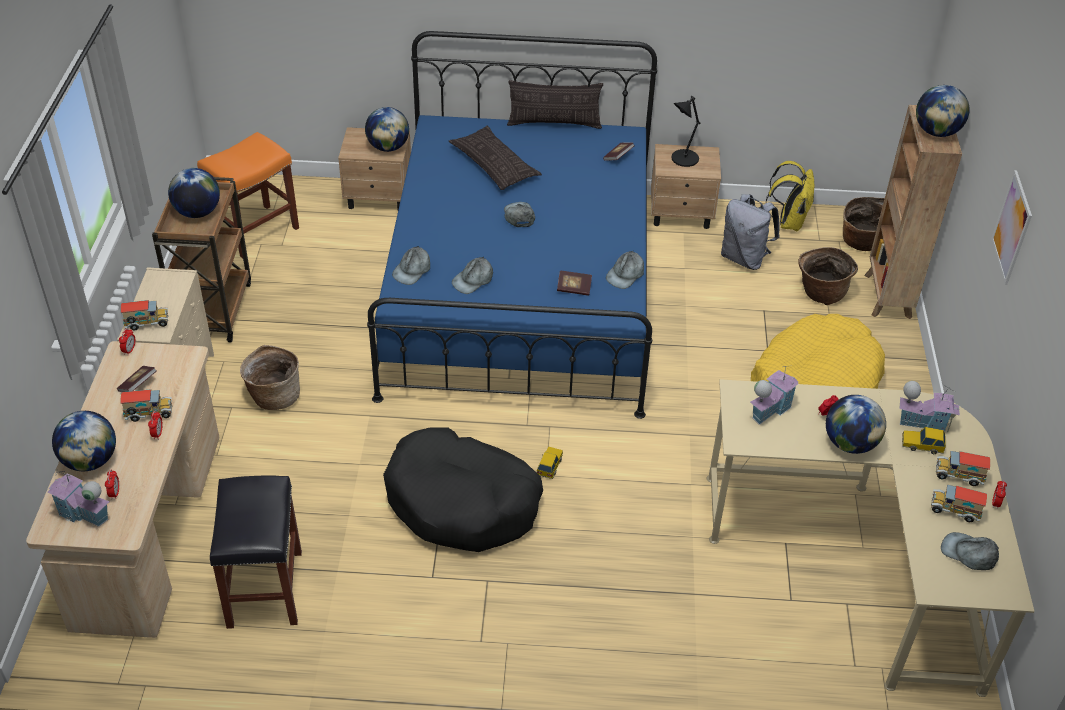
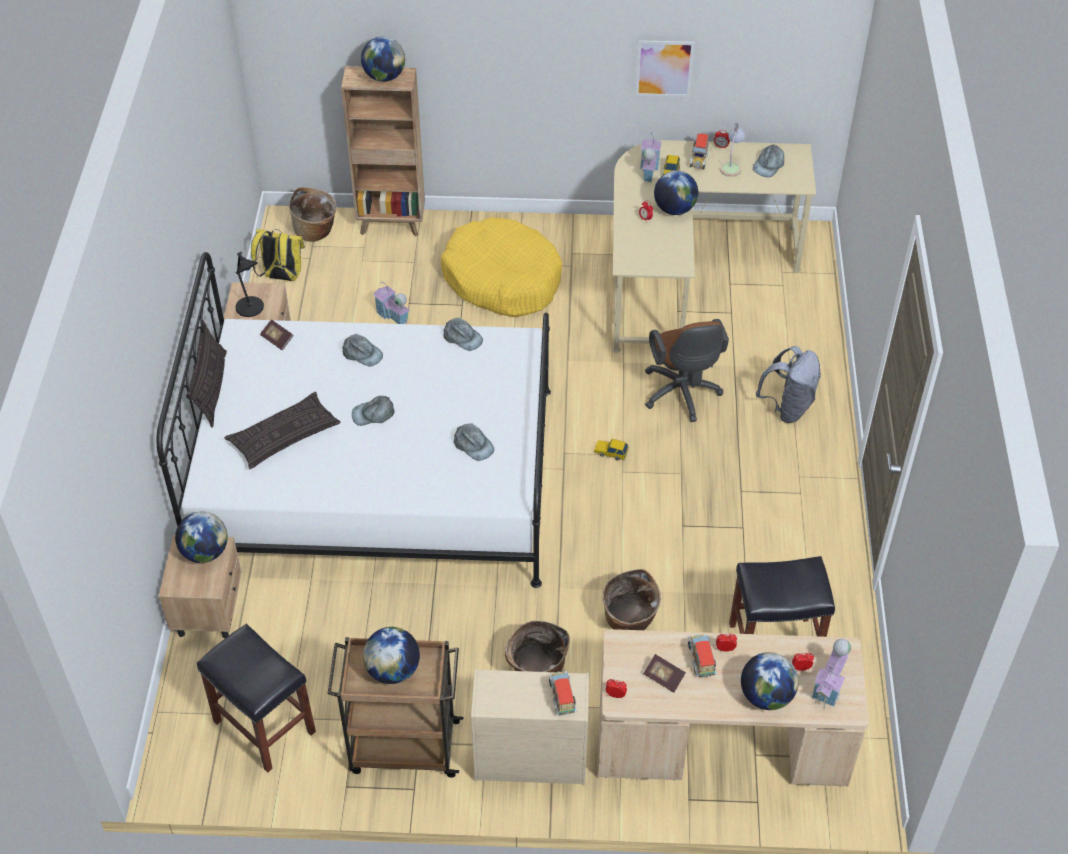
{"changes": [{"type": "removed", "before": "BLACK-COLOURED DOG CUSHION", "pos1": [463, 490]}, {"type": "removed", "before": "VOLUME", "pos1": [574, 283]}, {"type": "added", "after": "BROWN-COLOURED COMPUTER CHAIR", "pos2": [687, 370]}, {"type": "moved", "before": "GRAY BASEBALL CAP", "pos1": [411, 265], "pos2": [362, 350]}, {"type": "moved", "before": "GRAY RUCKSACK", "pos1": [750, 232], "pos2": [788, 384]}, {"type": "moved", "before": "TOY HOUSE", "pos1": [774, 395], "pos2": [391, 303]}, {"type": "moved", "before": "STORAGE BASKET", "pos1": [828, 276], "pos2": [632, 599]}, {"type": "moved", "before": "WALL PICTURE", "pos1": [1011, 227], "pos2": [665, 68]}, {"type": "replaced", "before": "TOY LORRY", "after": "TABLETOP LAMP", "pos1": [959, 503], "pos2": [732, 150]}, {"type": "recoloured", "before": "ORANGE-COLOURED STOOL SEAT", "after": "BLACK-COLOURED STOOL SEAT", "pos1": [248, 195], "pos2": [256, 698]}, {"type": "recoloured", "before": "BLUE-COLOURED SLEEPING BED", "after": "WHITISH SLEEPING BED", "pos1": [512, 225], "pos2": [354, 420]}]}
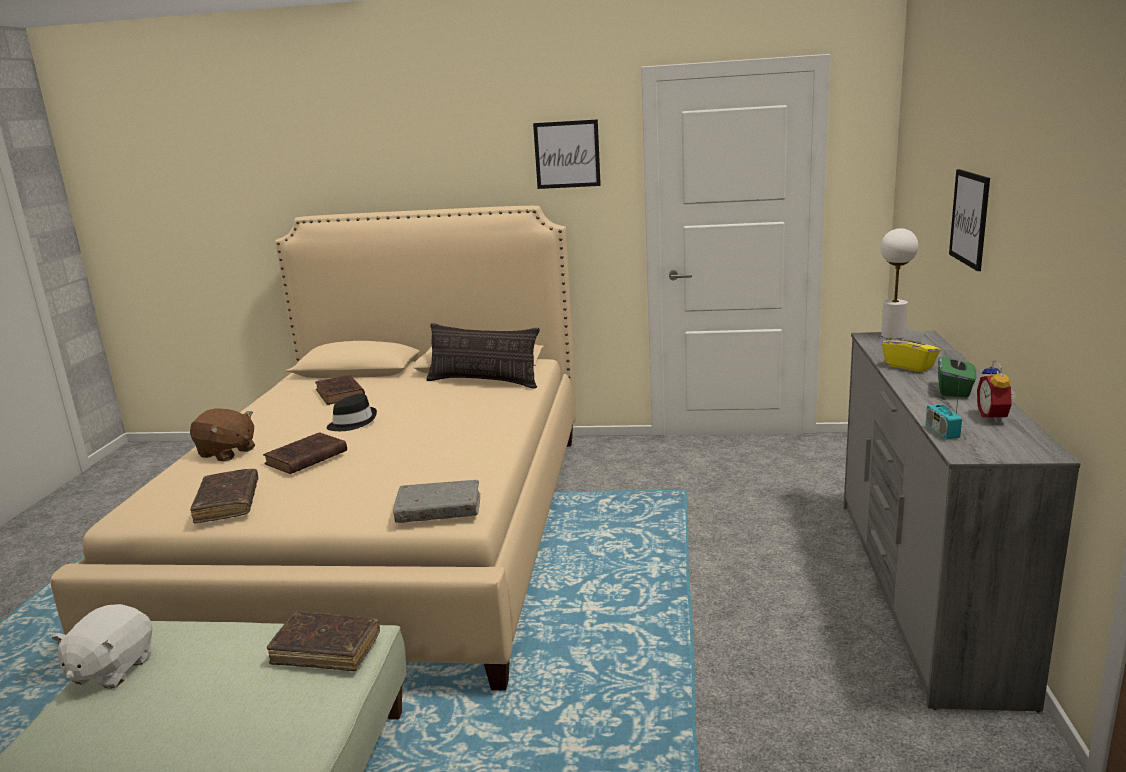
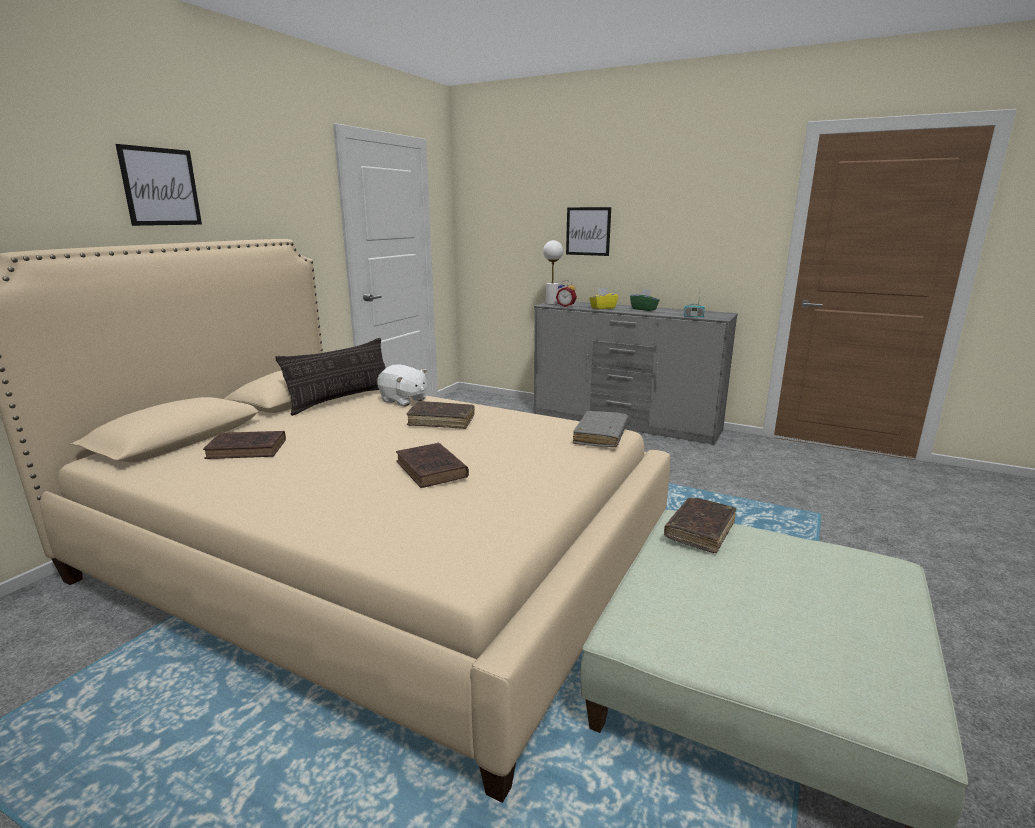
{"changes": [{"type": "removed", "before": "BROWN-COLOURED PLUSH TOY", "pos1": [222, 435]}, {"type": "removed", "before": "BLACK-COLOURED CLOTHING HAT", "pos1": [352, 412]}, {"type": "moved", "before": "WHITISH PLUSH TOY", "pos1": [102, 646], "pos2": [402, 385]}, {"type": "moved", "before": "BROWN-COLOURED VOLUME", "pos1": [224, 496], "pos2": [441, 415]}, {"type": "moved", "before": "WALL PICTURE", "pos1": [567, 154], "pos2": [159, 185]}, {"type": "moved", "before": "BEDSIDE CLOCK", "pos1": [996, 392], "pos2": [566, 293]}]}
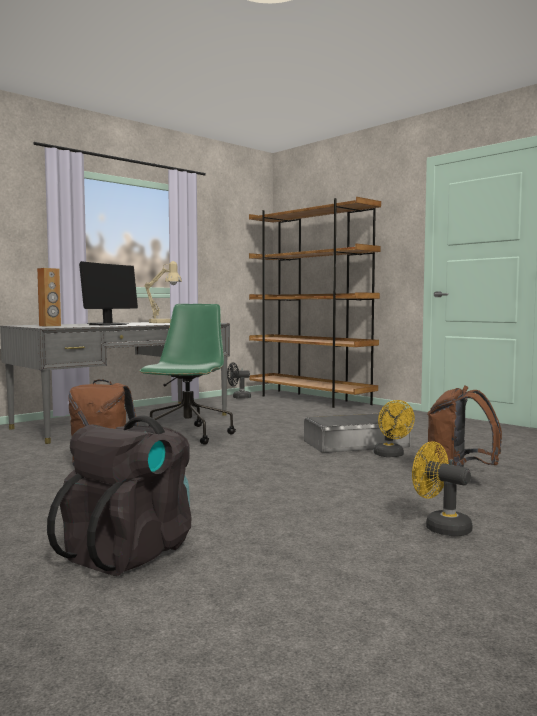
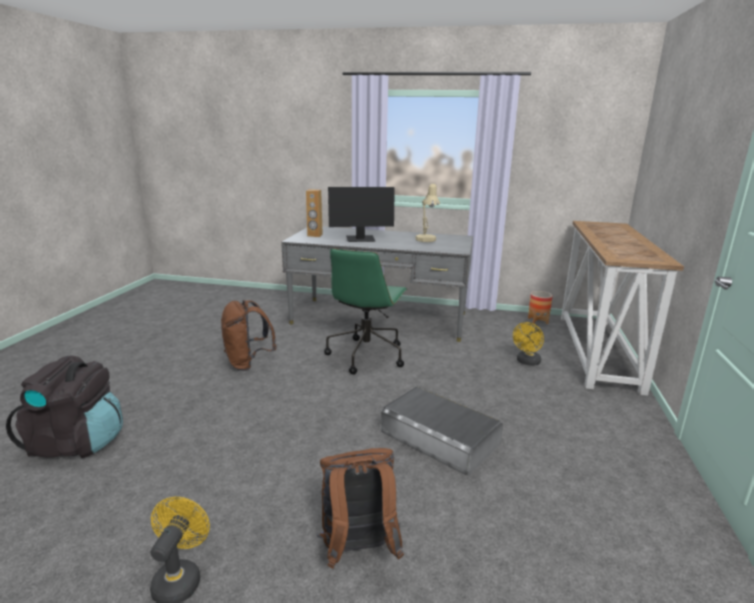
{"changes": [{"type": "moved", "before": "YELLOW-COLOURED ELECTRIC FAN", "pos1": [394, 428], "pos2": [528, 344]}, {"type": "replaced", "before": "BLACK-COLOURED ELECTRIC FAN", "after": "PLANT POT", "pos1": [239, 381], "pos2": [540, 307]}, {"type": "replaced", "before": "BROWN-COLOURED BOOKSHELF", "after": "HALL TABLE", "pos1": [315, 302], "pos2": [622, 308]}, {"type": "turned", "before": "GREEN COMPUTER CHAIR", "pos1": [188, 374], "pos2": [365, 311], "turn": 135}]}
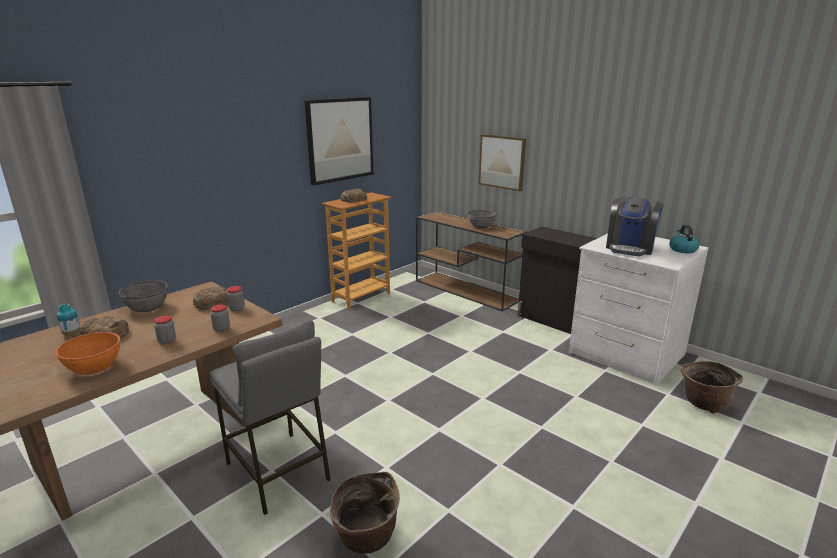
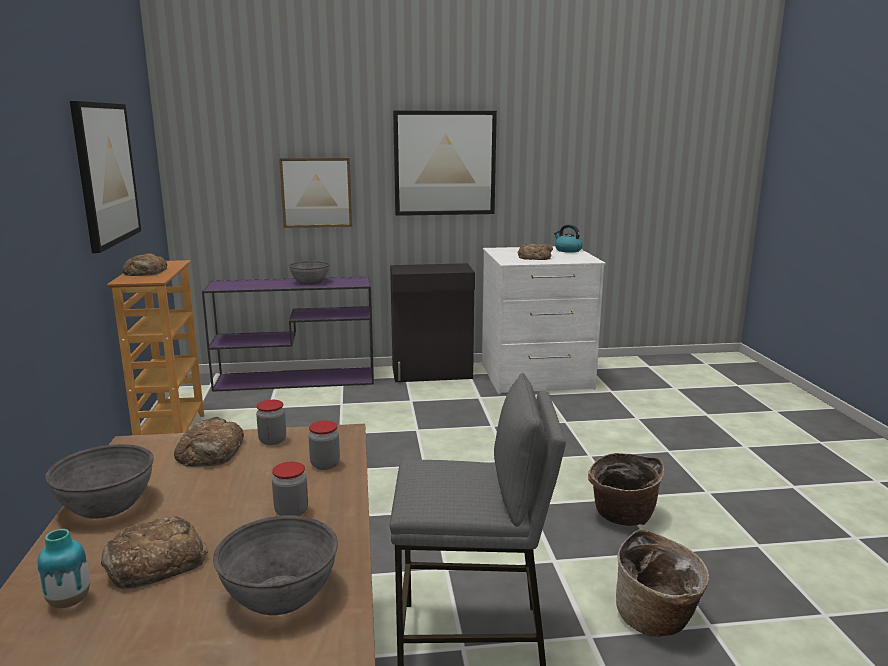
{"changes": [{"type": "added", "after": "WALL PICTURE", "pos2": [445, 163]}, {"type": "moved", "before": "STORAGE BASKET", "pos1": [712, 387], "pos2": [626, 489]}, {"type": "replaced", "before": "COFFEE MACHINE", "after": "BREAD", "pos1": [635, 226], "pos2": [535, 251]}, {"type": "recoloured", "before": "ORANGE-COLOURED SERVING BOWL", "after": "GRAY SERVING BOWL", "pos1": [87, 353], "pos2": [275, 565]}, {"type": "recoloured", "before": "BROWN-COLOURED HALL TABLE", "after": "PURPLE HALL TABLE", "pos1": [471, 261], "pos2": [288, 334]}]}
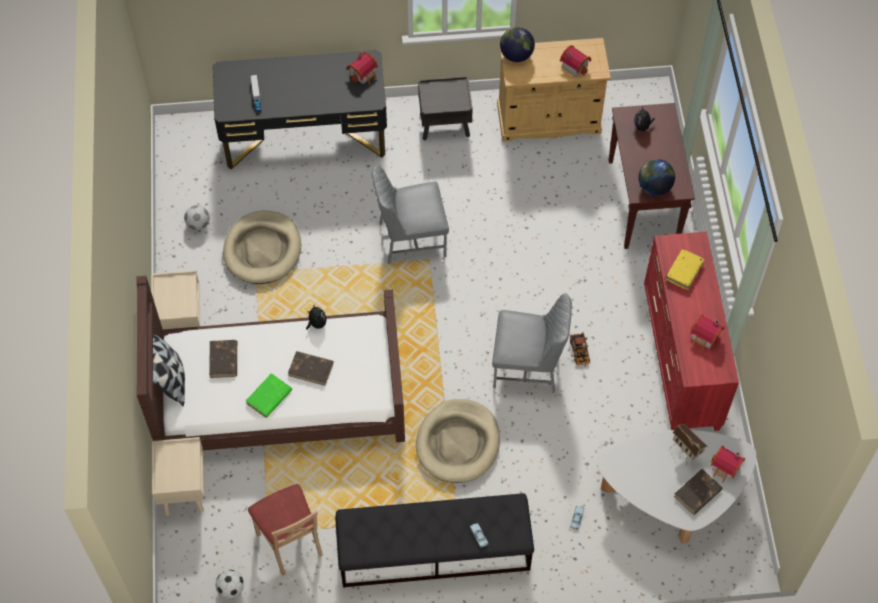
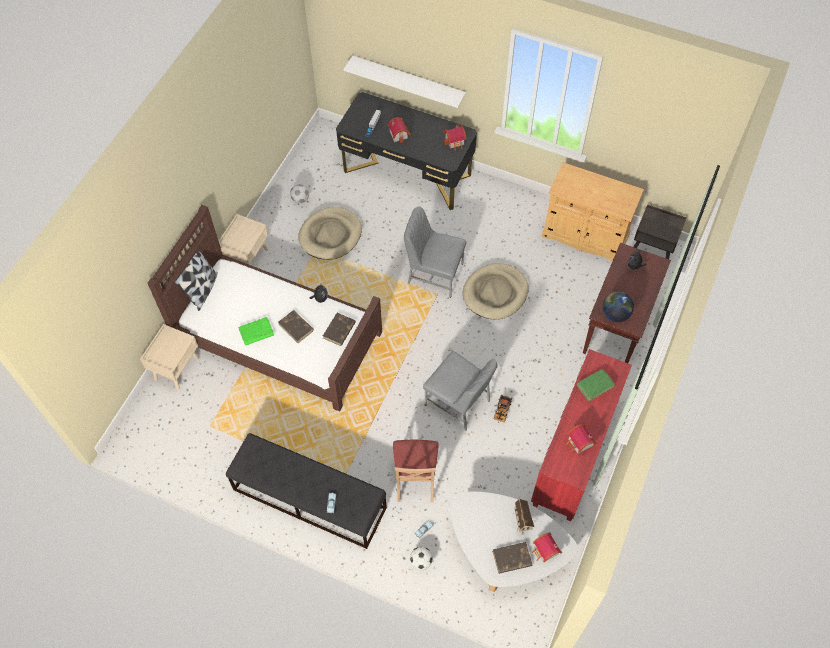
{"changes": [{"type": "removed", "before": "GLOBE", "pos1": [517, 44]}, {"type": "added", "after": "WHITISH SHELF", "pos2": [405, 82]}, {"type": "moved", "before": "BROWN-COLOURED VOLUME", "pos1": [223, 359], "pos2": [339, 329]}, {"type": "moved", "before": "FOOTBALL", "pos1": [230, 584], "pos2": [421, 558]}, {"type": "moved", "before": "BEIGE CHAIR", "pos1": [285, 530], "pos2": [416, 471]}, {"type": "moved", "before": "BEIGE DOG CUSHION", "pos1": [458, 441], "pos2": [496, 291]}, {"type": "moved", "before": "BROWN-COLOURED NIGHT TABLE", "pos1": [445, 108], "pos2": [660, 231]}, {"type": "moved", "before": "TOY HOUSE", "pos1": [575, 61], "pos2": [399, 130]}, {"type": "recoloured", "before": "YELLOW-COLOURED VOLUME", "after": "GREEN VOLUME", "pos1": [685, 270], "pos2": [596, 385]}]}
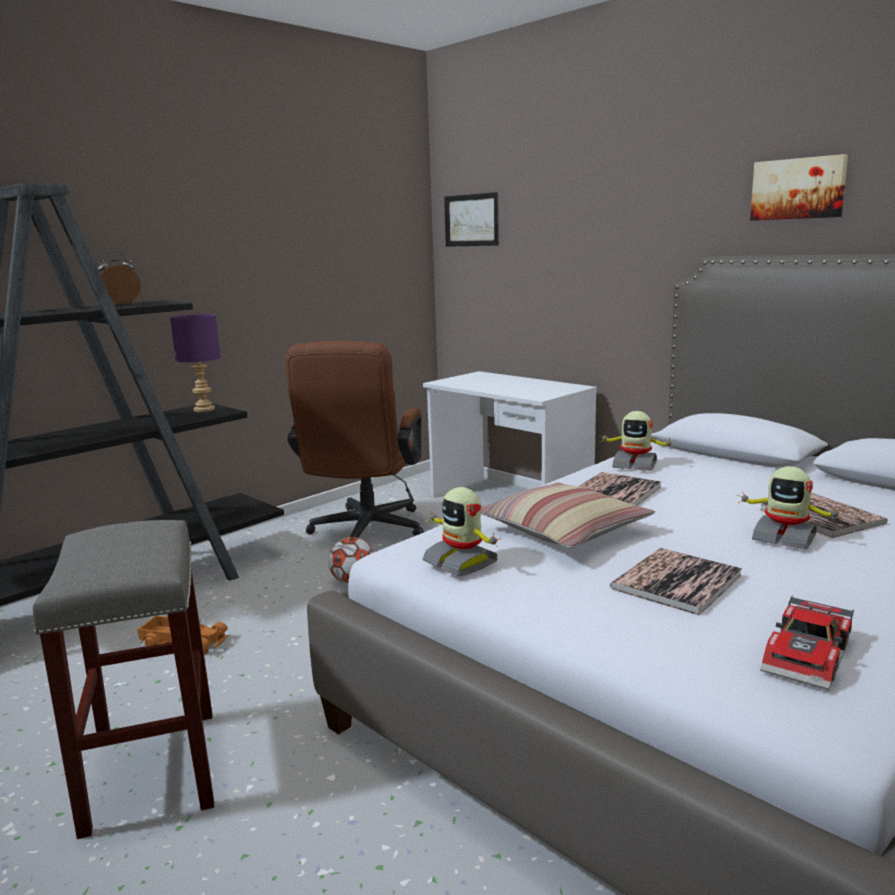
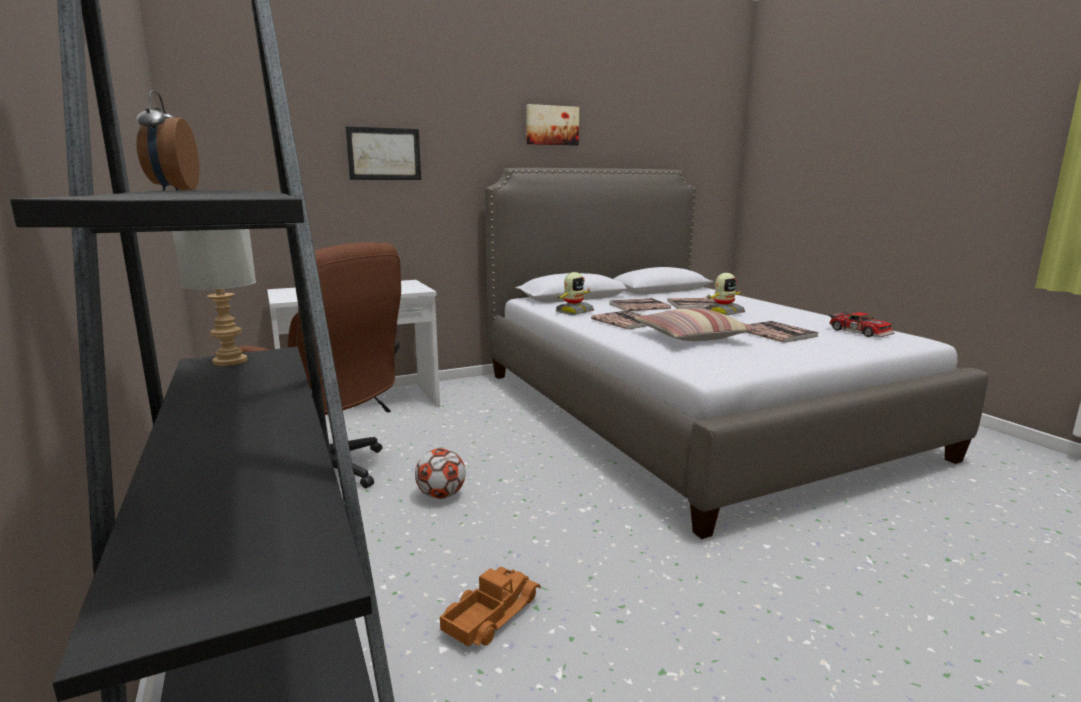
{"changes": [{"type": "removed", "before": "GRAY STOOL SEAT", "pos1": [123, 679]}, {"type": "removed", "before": "ROBOT FIGURE", "pos1": [462, 531]}, {"type": "added", "after": "VOLUME", "pos2": [640, 304]}, {"type": "moved", "before": "WALL PICTURE", "pos1": [471, 219], "pos2": [383, 153]}, {"type": "recoloured", "before": "PURPLE TABLETOP LAMP", "after": "GRAY TABLETOP LAMP", "pos1": [195, 363], "pos2": [214, 297]}]}
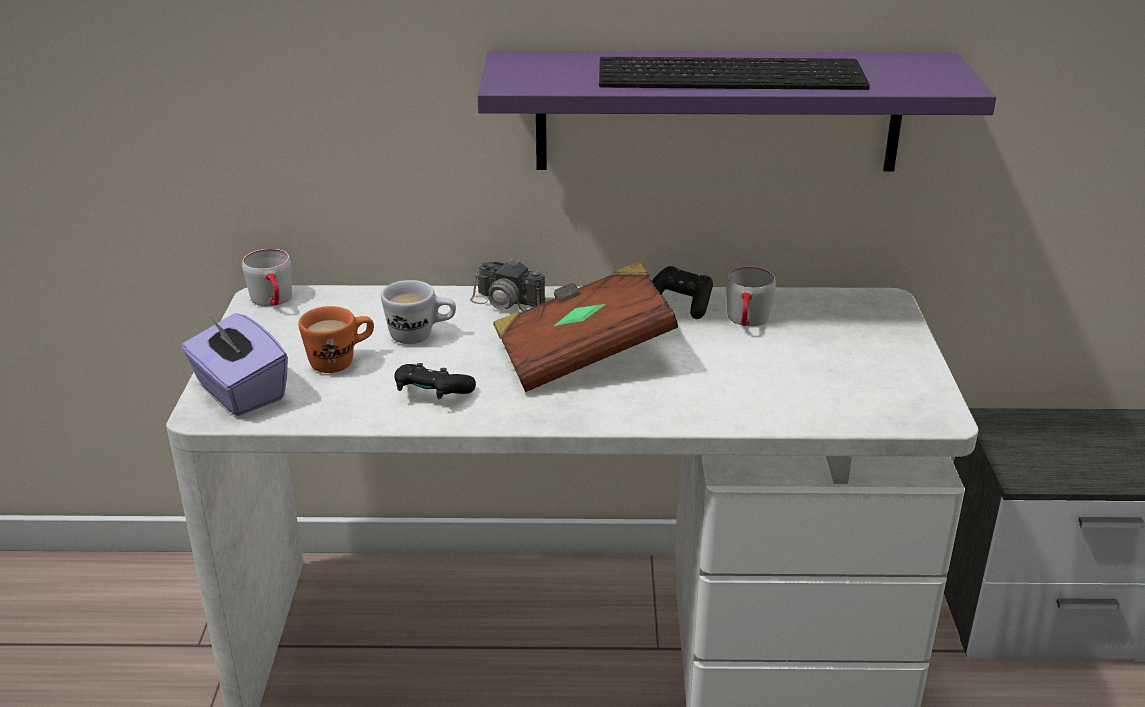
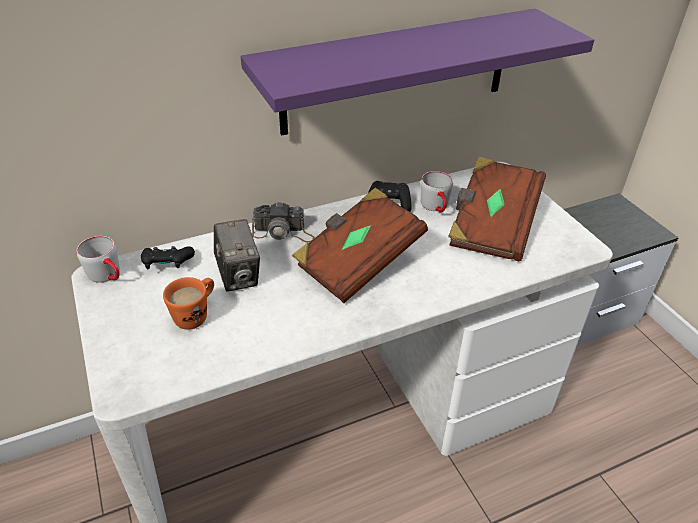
{"changes": [{"type": "removed", "before": "PURPLE TISSUE HOLDER", "pos1": [234, 364]}, {"type": "removed", "before": "KEYBOARD", "pos1": [734, 73]}, {"type": "added", "after": "BROWN-COLOURED VOLUME", "pos2": [497, 209]}, {"type": "moved", "before": "BLACK-COLOURED GAME CONTROLLER", "pos1": [435, 381], "pos2": [168, 257]}, {"type": "replaced", "before": "WHITISH COFFEE MUG", "after": "PHOTO CAMERA", "pos1": [418, 312], "pos2": [237, 255]}]}
